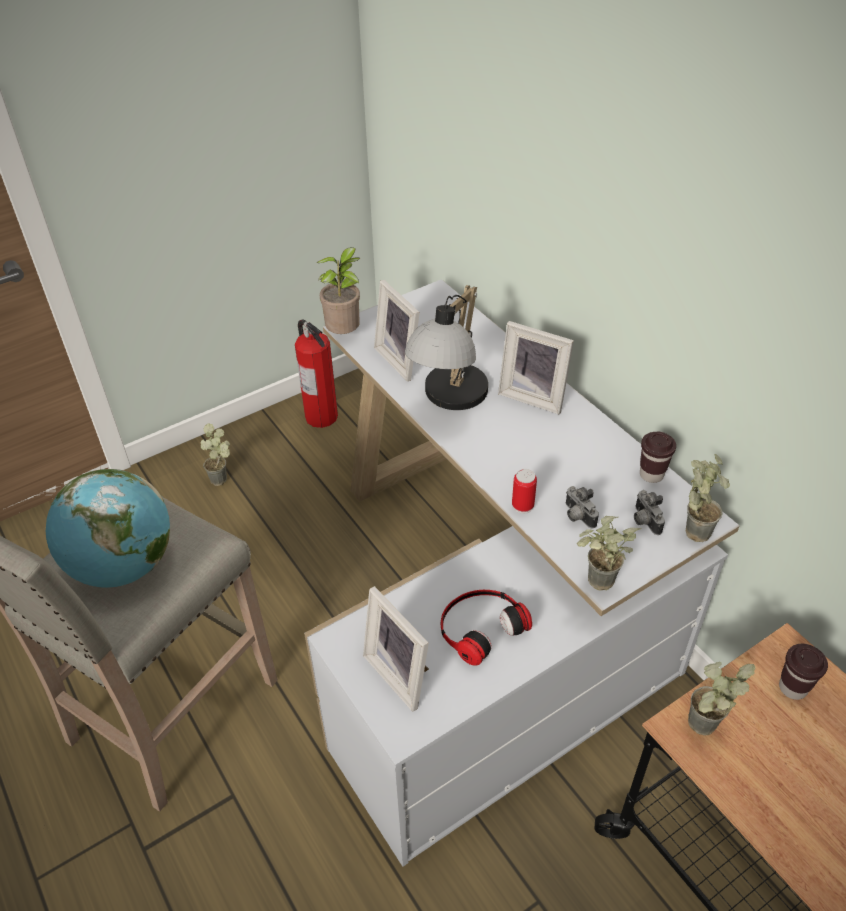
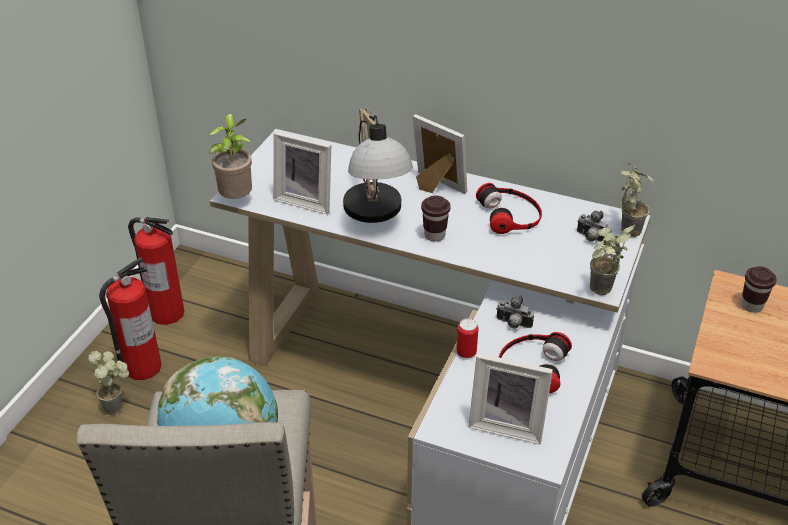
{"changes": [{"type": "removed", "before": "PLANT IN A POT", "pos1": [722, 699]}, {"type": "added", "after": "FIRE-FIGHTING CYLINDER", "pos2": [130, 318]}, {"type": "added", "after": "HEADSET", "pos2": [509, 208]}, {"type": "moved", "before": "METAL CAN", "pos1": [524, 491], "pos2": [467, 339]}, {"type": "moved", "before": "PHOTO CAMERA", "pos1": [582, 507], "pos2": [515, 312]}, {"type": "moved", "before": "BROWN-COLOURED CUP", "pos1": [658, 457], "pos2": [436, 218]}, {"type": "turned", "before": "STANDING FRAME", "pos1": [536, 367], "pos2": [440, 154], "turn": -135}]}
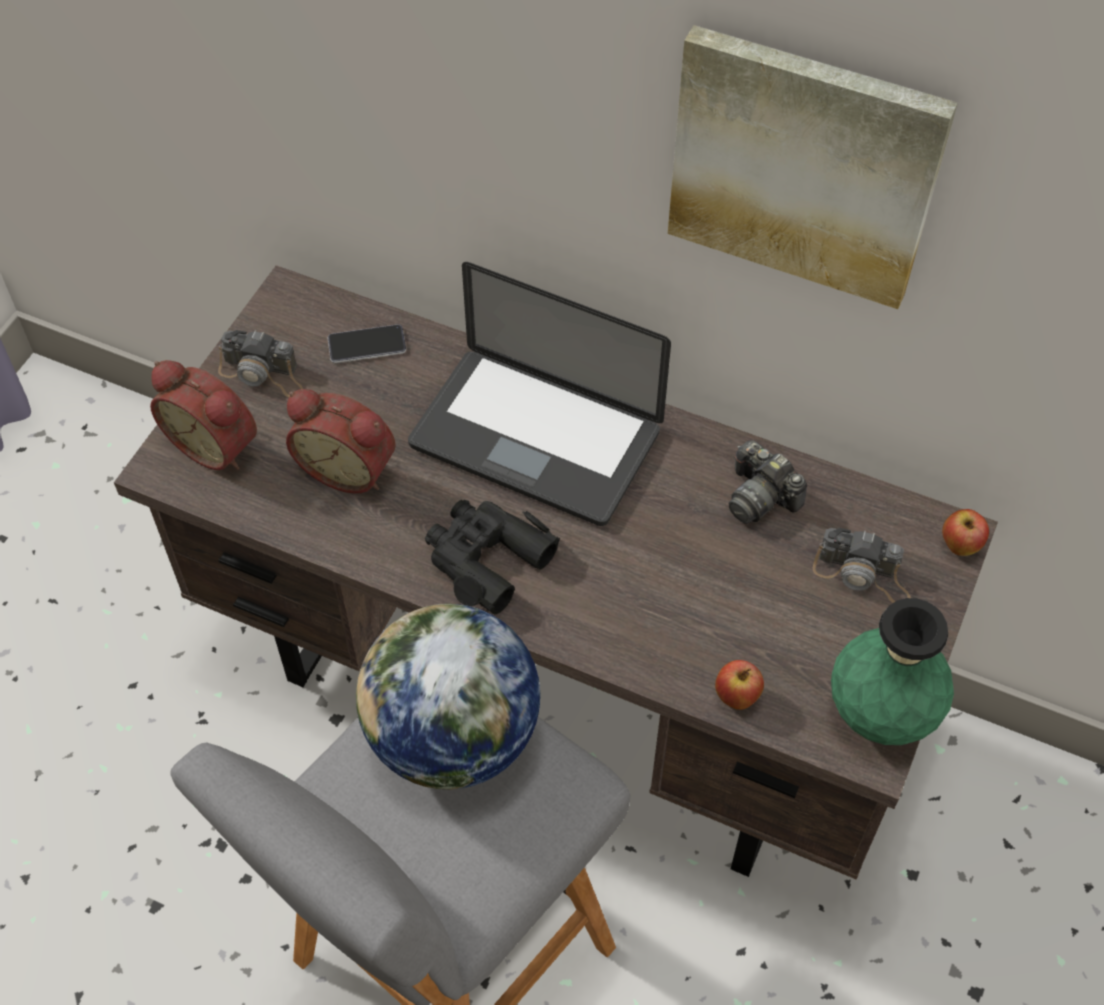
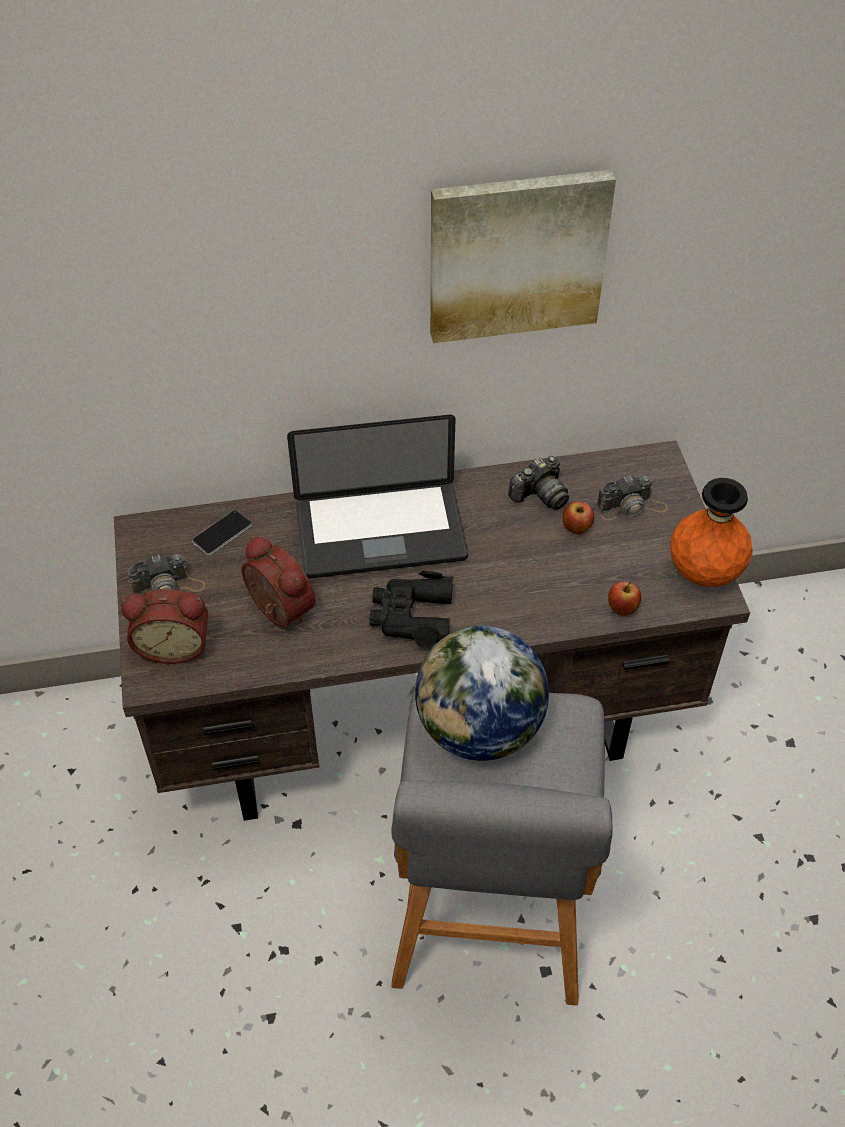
{"changes": [{"type": "moved", "before": "WHOLE APPLE", "pos1": [965, 532], "pos2": [578, 518]}, {"type": "recoloured", "before": "GREEN VASE", "after": "ORANGE-COLOURED VASE", "pos1": [892, 671], "pos2": [711, 532]}, {"type": "turned", "before": "BEDSIDE CLOCK", "pos1": [341, 441], "pos2": [279, 581], "turn": -120}, {"type": "turned", "before": "PHOTO CAMERA", "pos1": [768, 482], "pos2": [538, 483], "turn": -45}]}
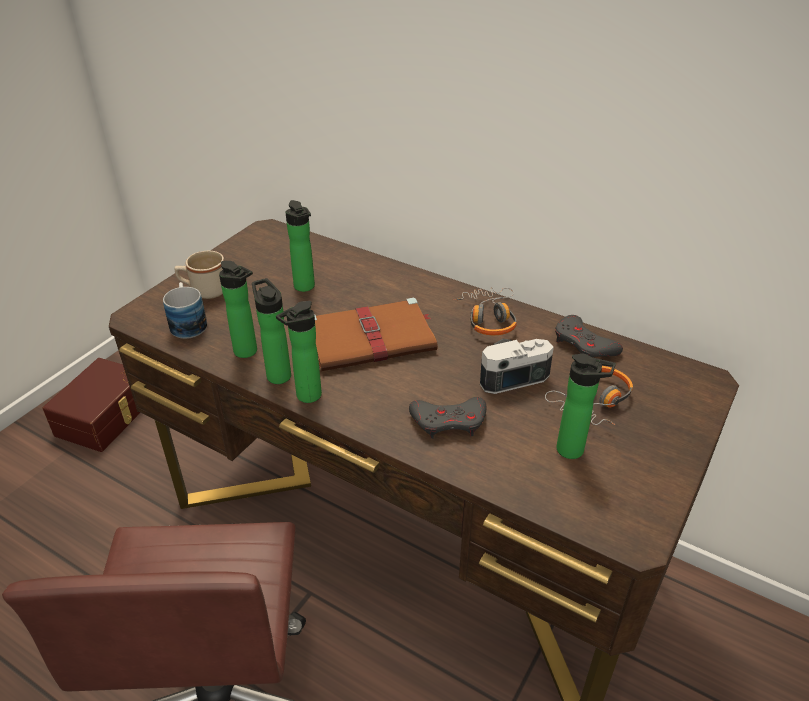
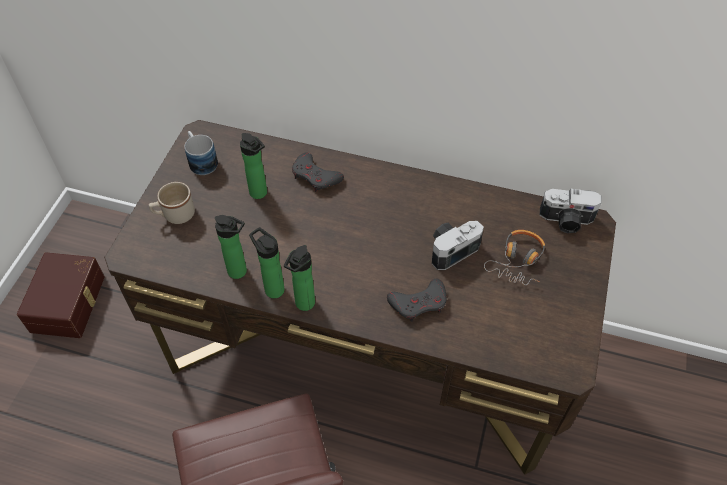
{"changes": [{"type": "removed", "before": "BROWN-COLOURED VOLUME", "pos1": [376, 334]}, {"type": "removed", "before": "HEADSET", "pos1": [485, 311]}, {"type": "removed", "before": "BEVERAGE BOTTLE", "pos1": [586, 406]}, {"type": "added", "after": "PHOTO CAMERA", "pos2": [571, 211]}, {"type": "moved", "before": "COFFEE MUG", "pos1": [185, 310], "pos2": [201, 153]}, {"type": "moved", "before": "GRAY GAME CONTROLLER", "pos1": [589, 336], "pos2": [318, 172]}]}
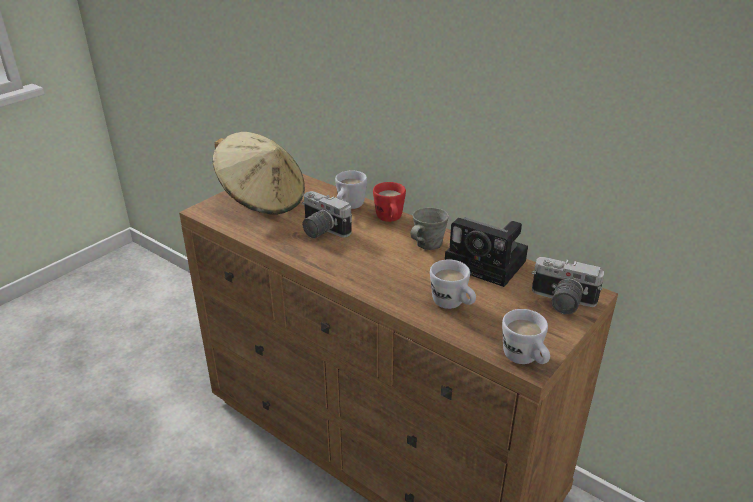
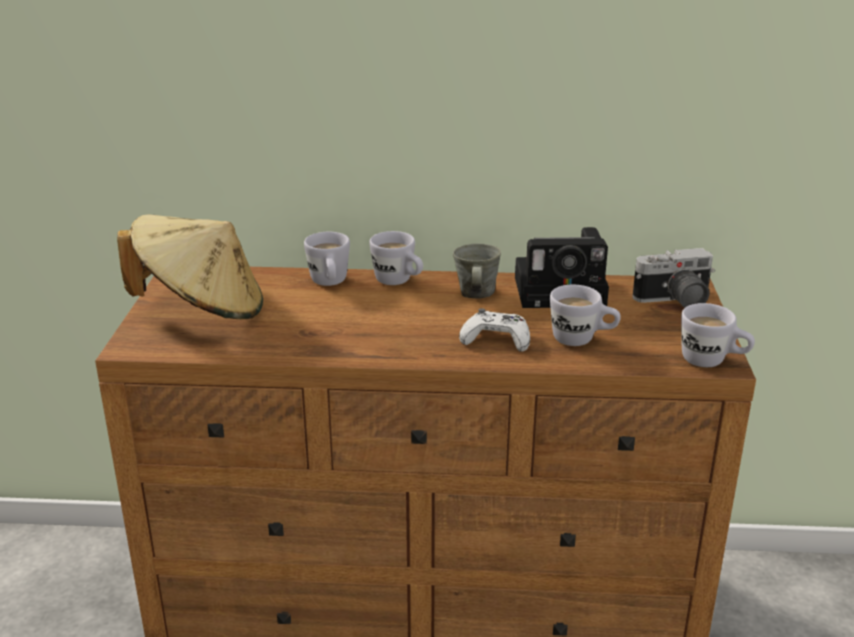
{"changes": [{"type": "removed", "before": "PHOTO CAMERA", "pos1": [327, 215]}, {"type": "added", "after": "WHITISH GAME CONTROLLER", "pos2": [494, 329]}, {"type": "recoloured", "before": "RED-COLOURED COFFEE MUG", "after": "WHITISH COFFEE MUG", "pos1": [389, 202], "pos2": [396, 258]}]}
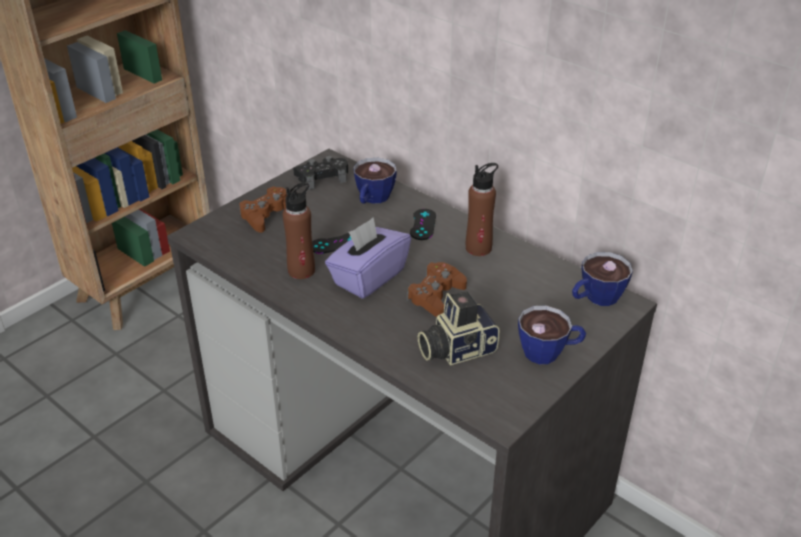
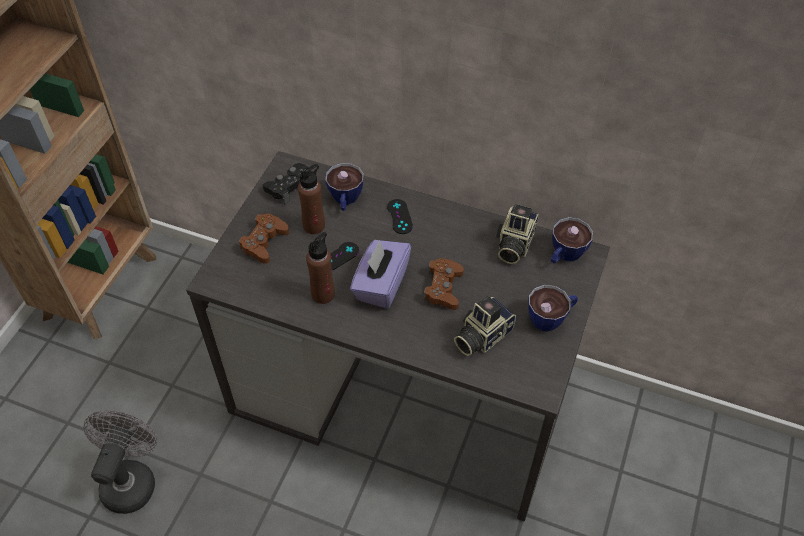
{"changes": [{"type": "added", "after": "GRAY ELECTRIC FAN", "pos2": [120, 462]}, {"type": "added", "after": "PHOTO CAMERA", "pos2": [517, 234]}, {"type": "moved", "before": "BROWN-COLOURED BEVERAGE BOTTLE", "pos1": [482, 209], "pos2": [311, 199]}]}
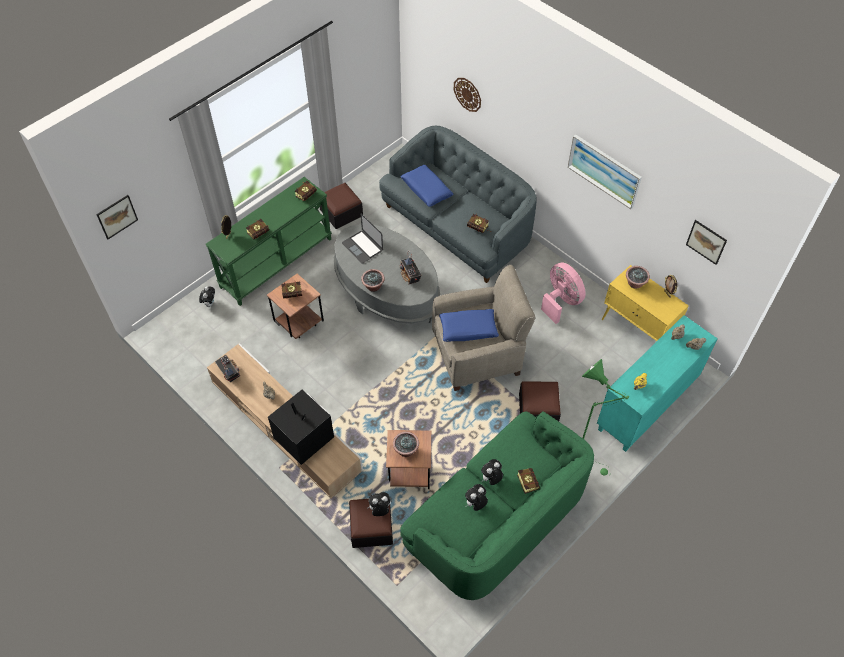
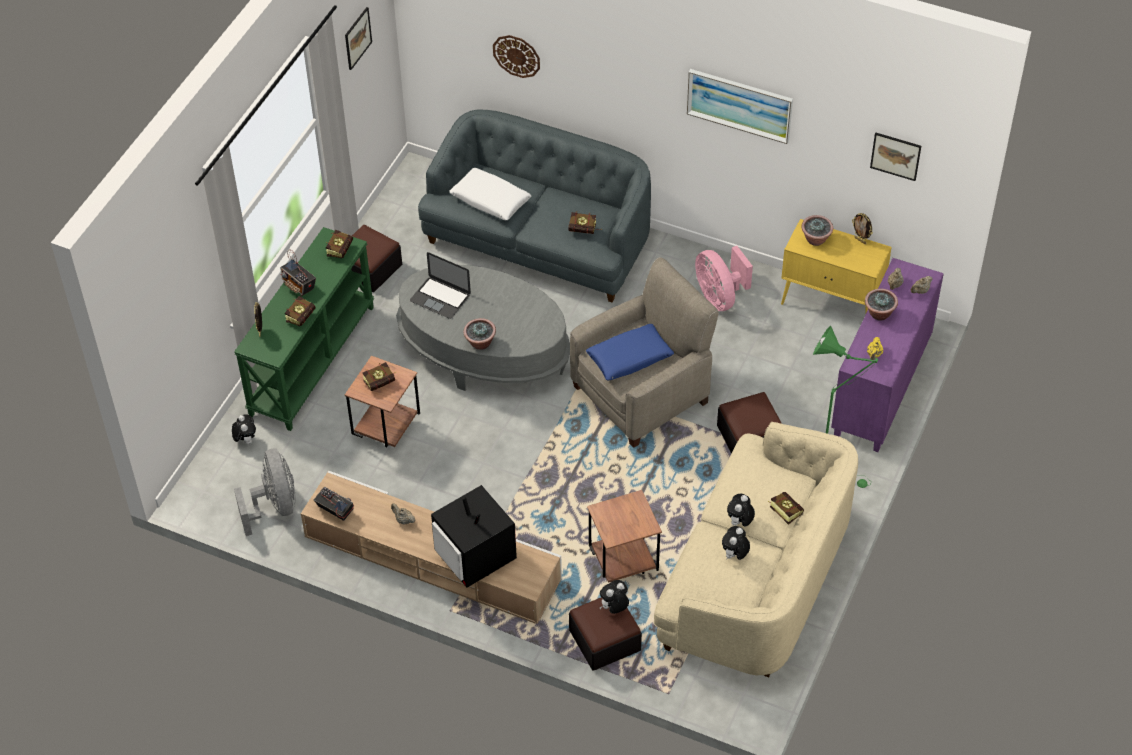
{"changes": [{"type": "added", "after": "GRAY ELECTRIC FAN", "pos2": [264, 492]}, {"type": "moved", "before": "WALL PICTURE", "pos1": [117, 217], "pos2": [358, 38]}, {"type": "moved", "before": "PLANT IN A POT", "pos1": [406, 444], "pos2": [881, 305]}, {"type": "moved", "before": "RADIO SET", "pos1": [411, 268], "pos2": [298, 273]}, {"type": "recoloured", "before": "GREEN COUCH", "after": "BEIGE COUCH", "pos1": [497, 505], "pos2": [756, 549]}, {"type": "recoloured", "before": "BLUE-COLOURED CUSHION", "after": "WHITISH CUSHION", "pos1": [427, 186], "pos2": [490, 194]}, {"type": "recoloured", "before": "TURQUOISE STORAGE CABINET", "after": "PURPLE STORAGE CABINET", "pos1": [657, 383], "pos2": [887, 355]}, {"type": "turned", "before": "TV", "pos1": [301, 427], "pos2": [474, 536], "turn": -150}, {"type": "turned", "before": "PINKISH ELECTRIC FAN", "pos1": [563, 293], "pos2": [724, 278], "turn": -150}]}
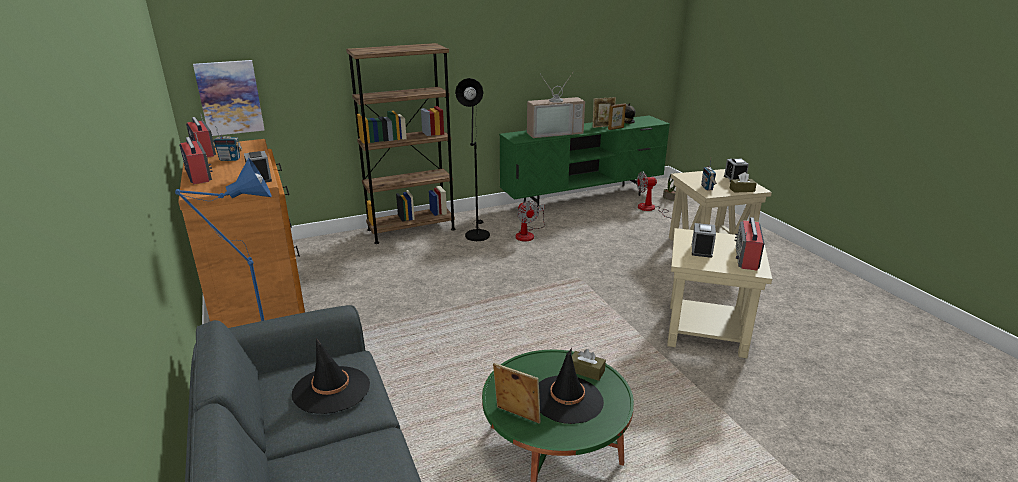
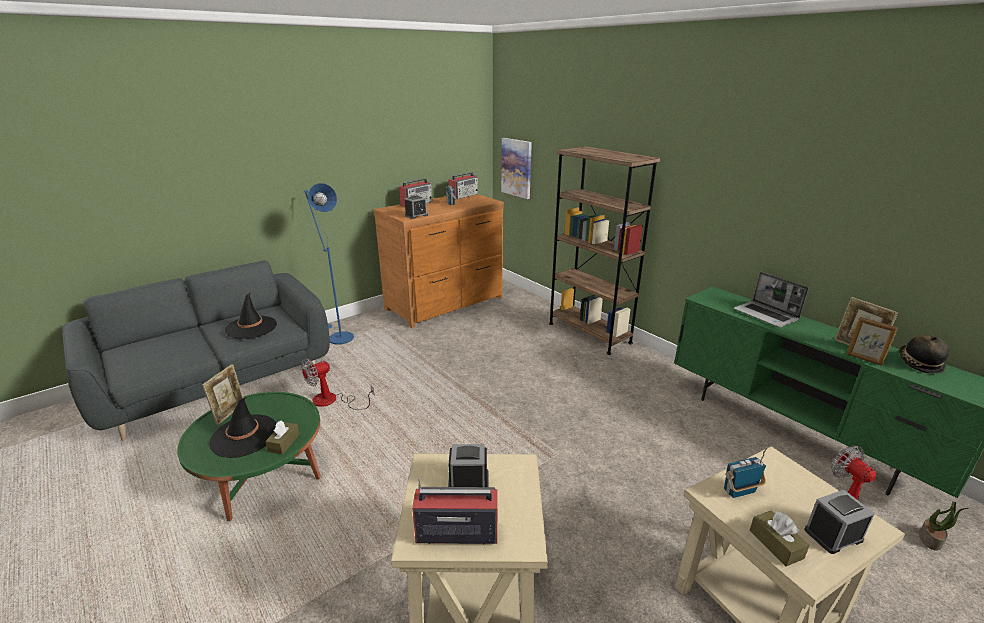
{"changes": [{"type": "removed", "before": "BLACK-COLOURED STANDARD LAMP", "pos1": [472, 159]}, {"type": "moved", "before": "ELECTRIC FAN", "pos1": [530, 221], "pos2": [337, 384]}, {"type": "replaced", "before": "TV", "after": "LAPTOP", "pos1": [556, 106], "pos2": [771, 299]}]}
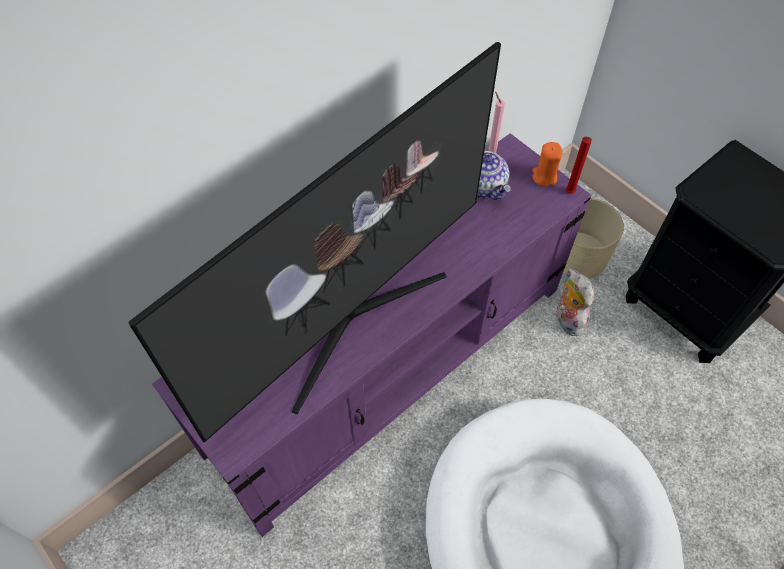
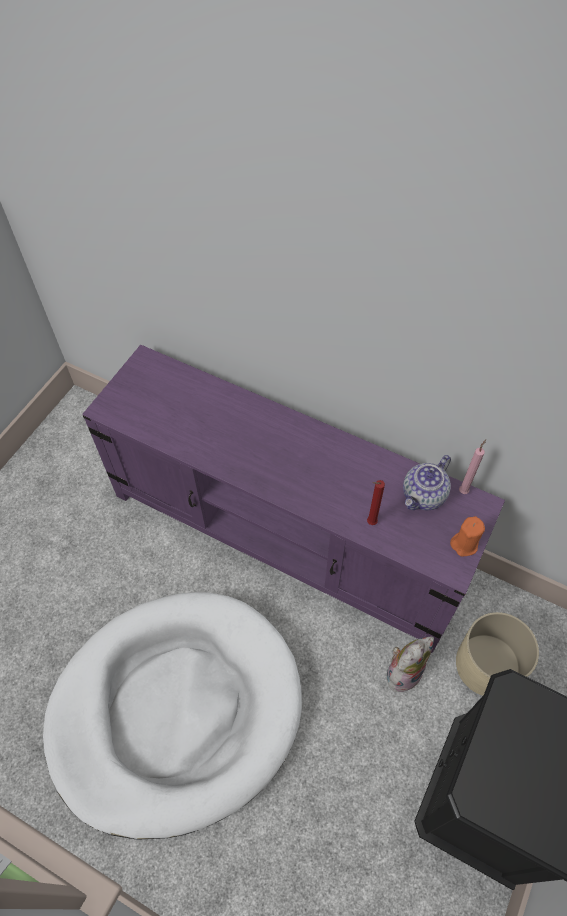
{"changes": [{"type": "removed", "before": "TV", "pos1": [315, 242]}, {"type": "moved", "before": "RED-COLOURED WAX CANDLE", "pos1": [579, 165], "pos2": [376, 502]}]}
